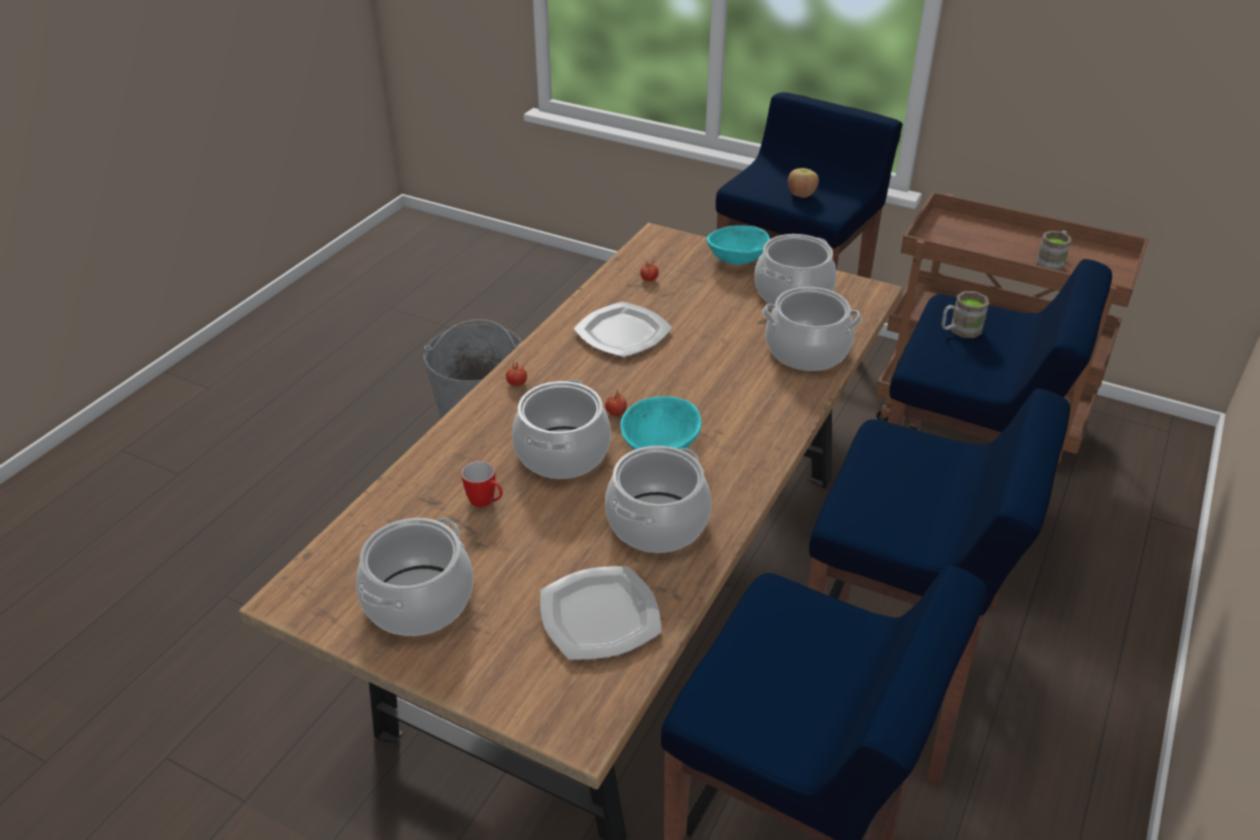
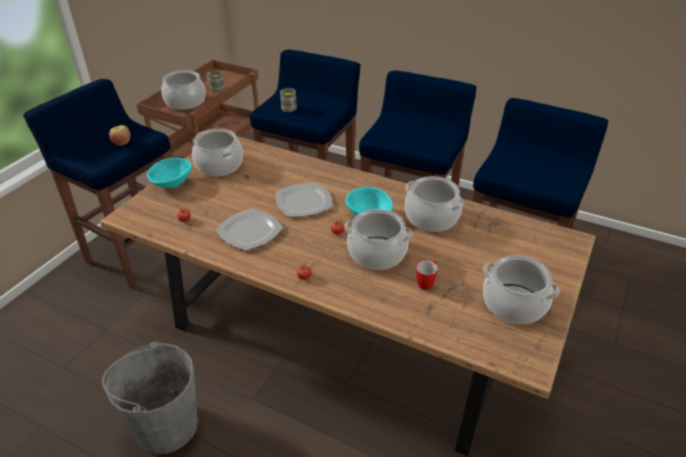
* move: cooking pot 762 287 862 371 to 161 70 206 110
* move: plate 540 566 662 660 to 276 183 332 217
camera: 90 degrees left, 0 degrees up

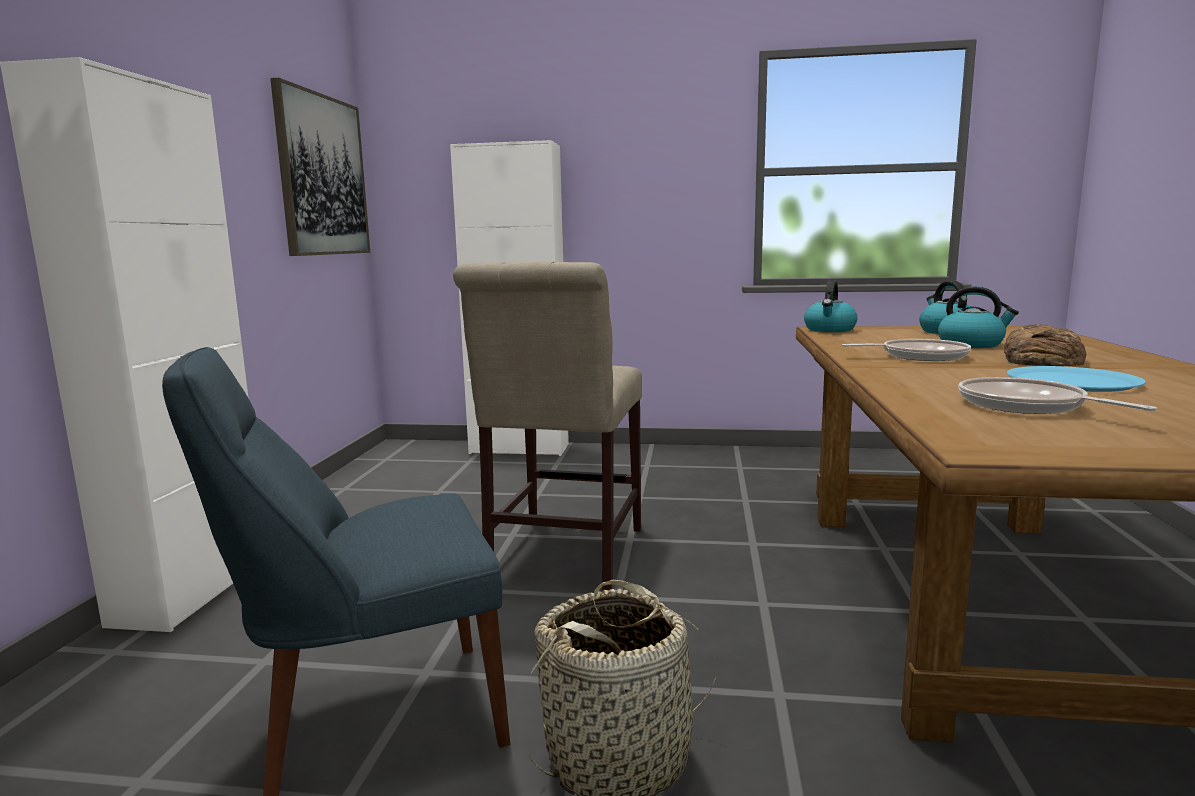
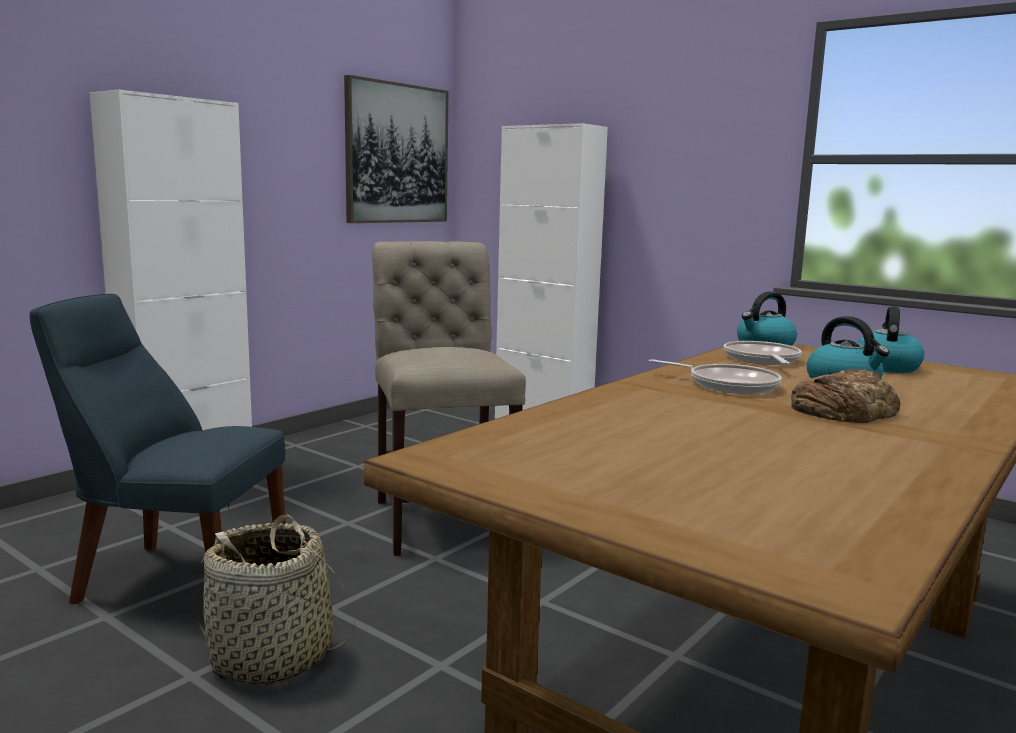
* rotate: chair/beige 453 261 642 590 = 372 241 526 556 120 degrees clockwise
* move: frying pan 958 377 1157 414 to 724 341 802 365
* delete: plate/blue 1007 366 1146 392
camera: 30 degrees right, 0 degrees up

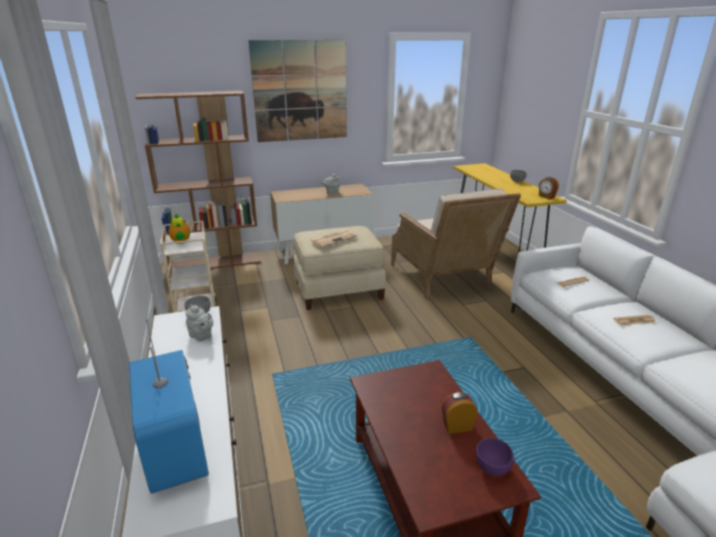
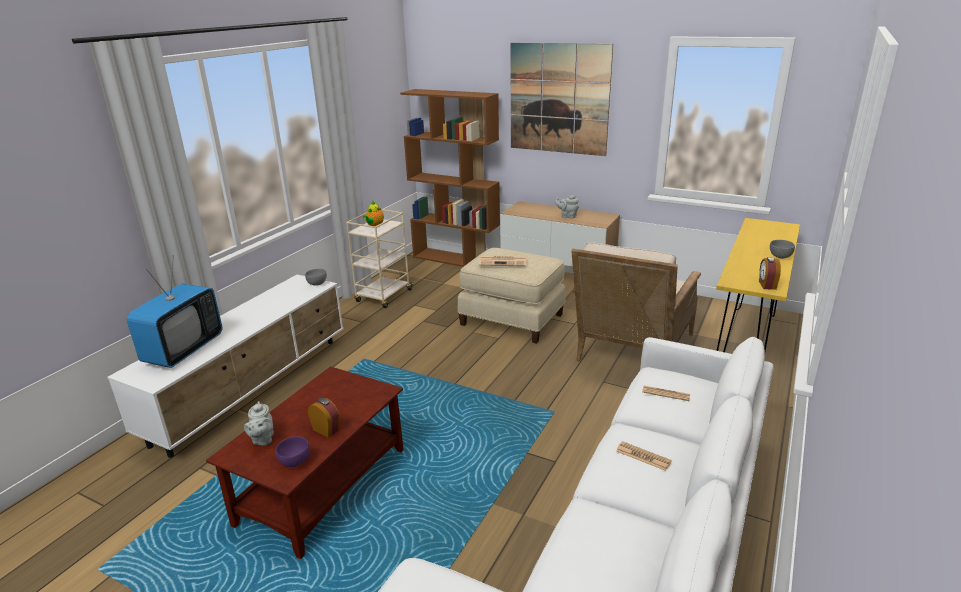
* move: teapot/grey 185 304 213 341 to 244 401 274 446
camera: 45 degrees right, 0 degrees up

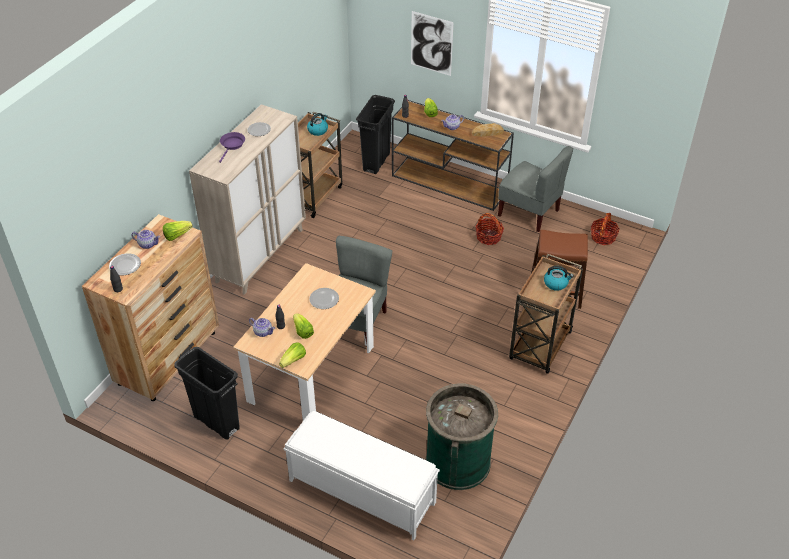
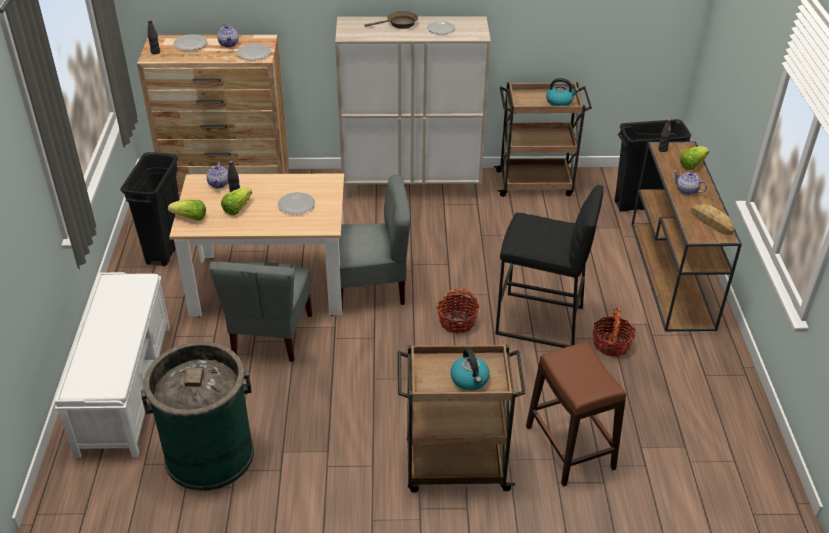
* move: chair/grey 498 146 573 232 to 209 261 312 362
* replace: lettuce 163 221 193 241 to plate 237 44 271 60
* recolor: frying pan/purple 219 132 245 163 to frying pan/brown 365 11 418 29
* move: basket 591 213 620 245 to 436 289 479 334
* insert: stool/black 495 185 603 348
* delete: picture 411 11 454 76
camera: 60 degrees right, 5 degrees down

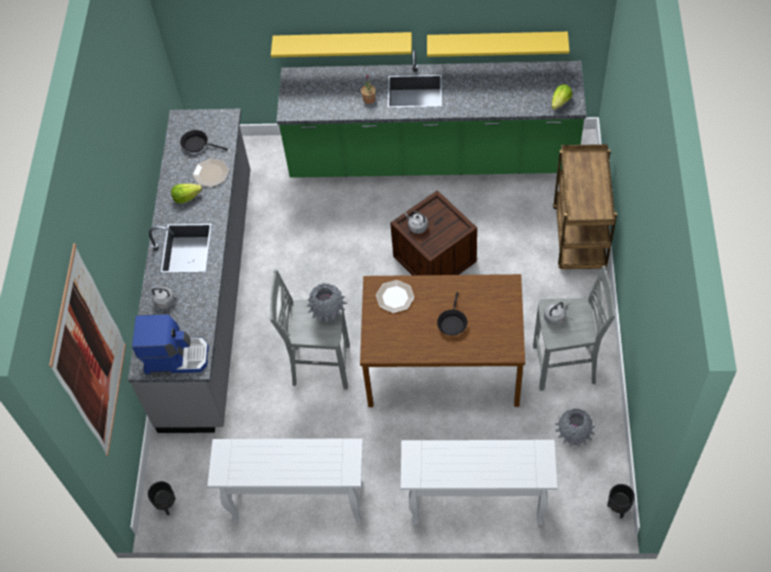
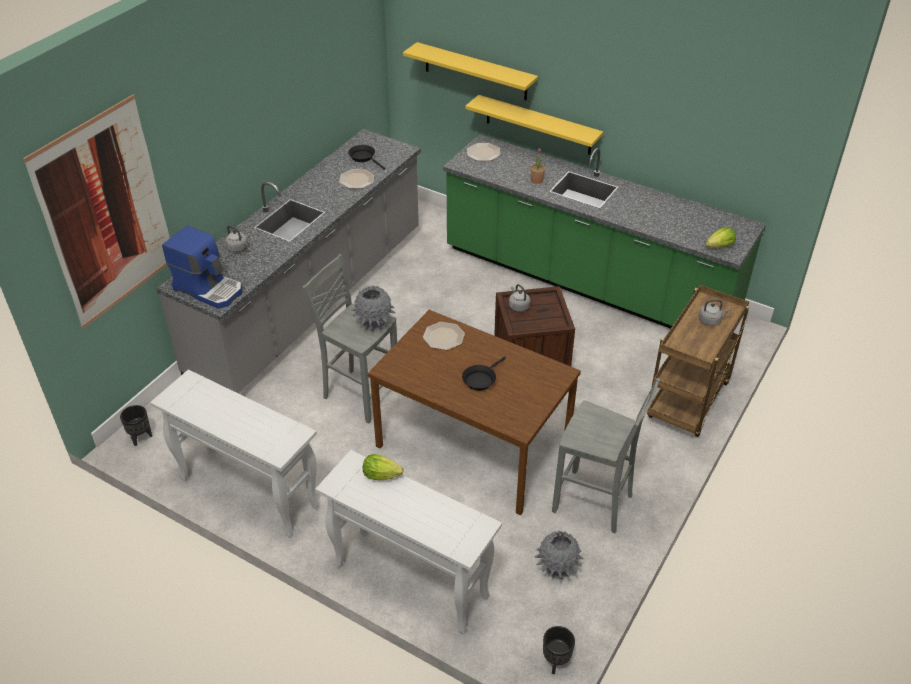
* move: lettuce 171 184 202 204 to 363 454 403 480
* move: shelf/yellow 427 32 569 57 to 403 42 538 100
* insert: plate 467 143 500 161
* move: kettle/grey 544 302 570 325 to 699 299 730 326
camera: 25 degrees right, 15 degrees down

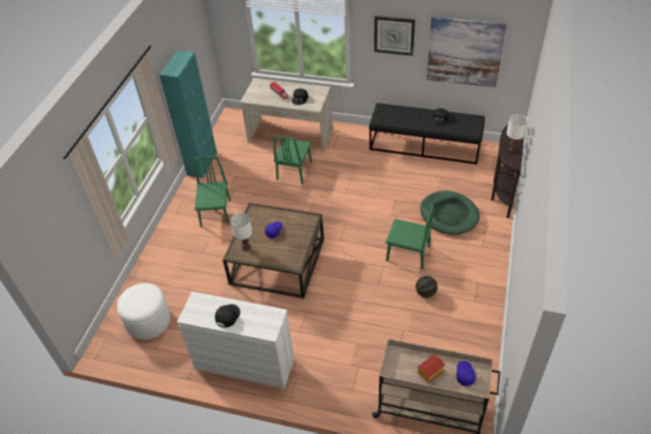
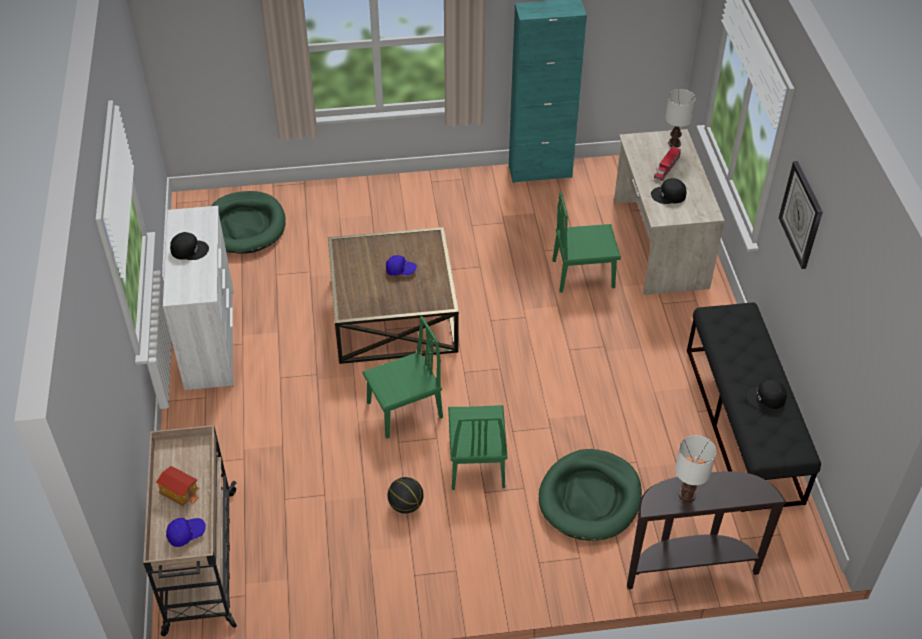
* replace: ottoman/white 117 283 171 340 to dog bed/green 211 191 286 253
* move: chair/green 195 156 231 227 to 363 316 443 439
* move: table lamp/white 231 213 252 251 to 665 89 696 148
* delete: picture 427 17 507 88
camera: 65 degrees right, 0 degrees up

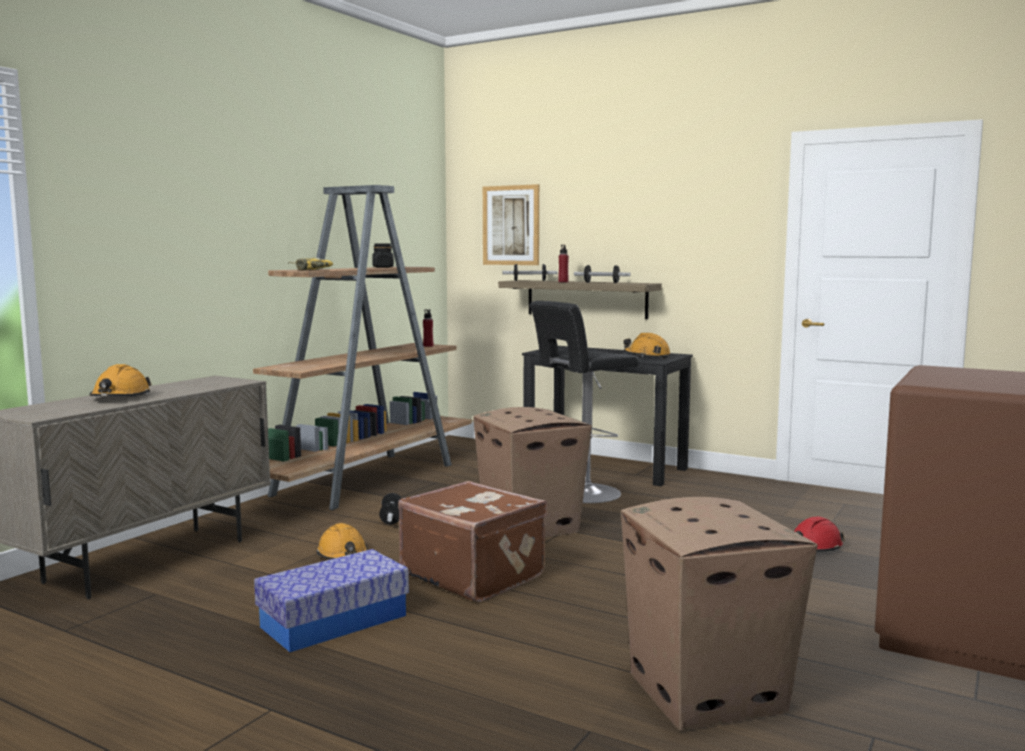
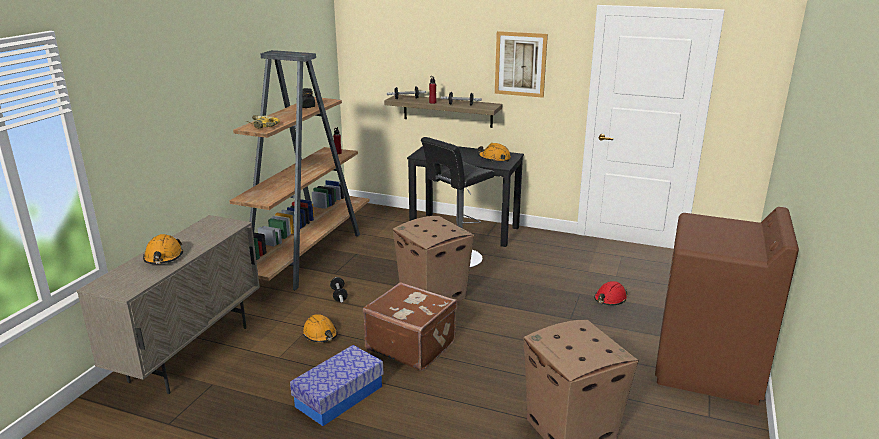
* move: picture 483 184 539 265 to 495 31 548 98
camera: 10 degrees left, 15 degrees up

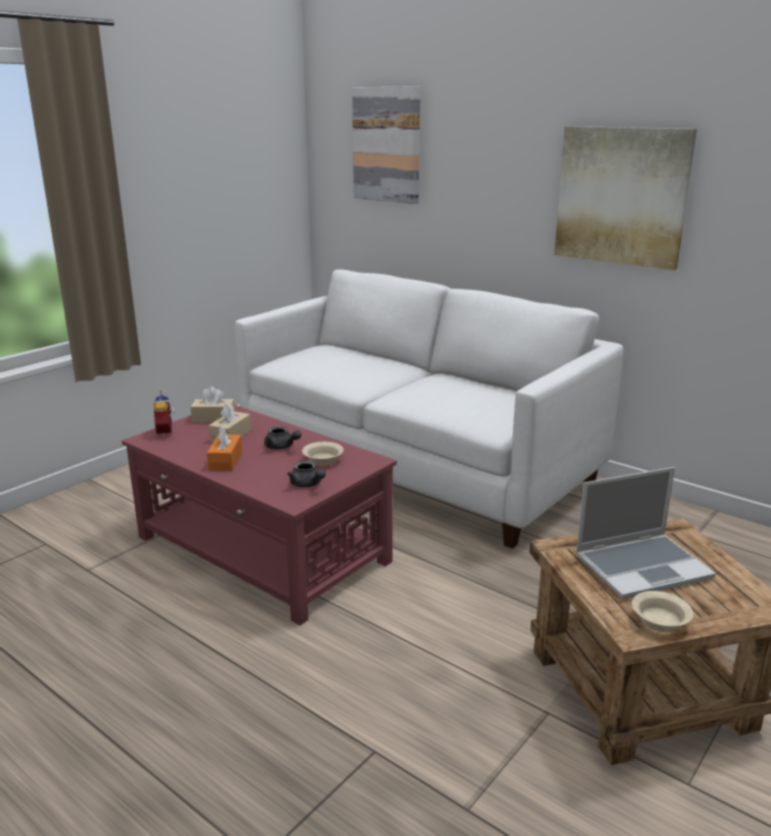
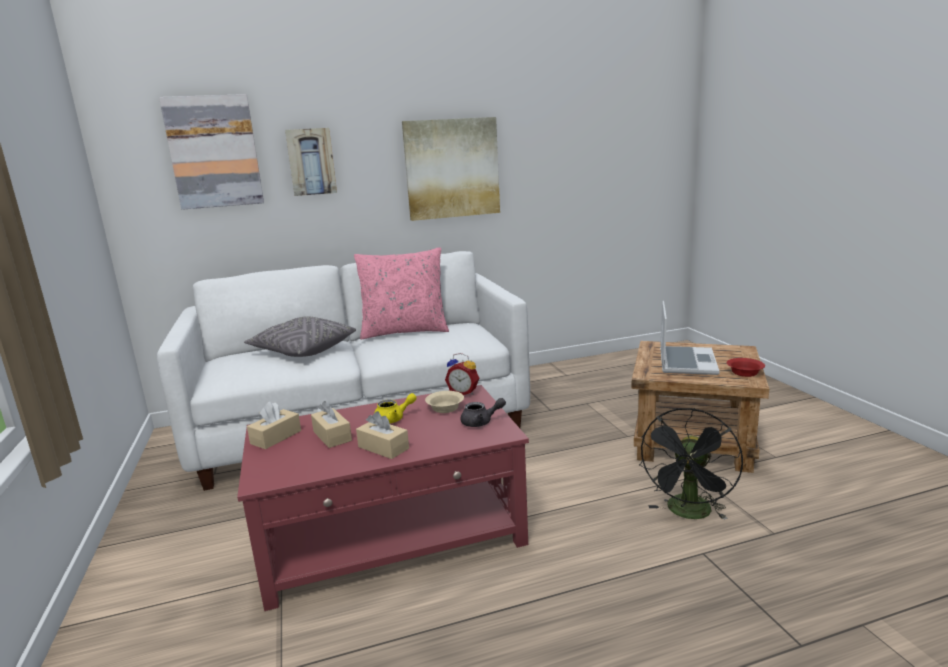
* insert: pillow/grey 244 316 356 357
* insert: picture 285 128 337 196
* insert: pillow/pink 354 247 449 339
* recolor: tissue box/orange 207 426 242 471 to tissue box/beige 356 411 409 459
* recolor: teapot/grey 264 426 302 450 to teapot/yellow 374 393 417 424
* move: alarm clock 153 391 175 437 to 445 353 479 395
* insert: fan/black 639 408 743 520
* recolor: bowl/beige 632 591 693 632 to bowl/red 727 358 765 377
camera: 55 degrees left, 5 degrees down

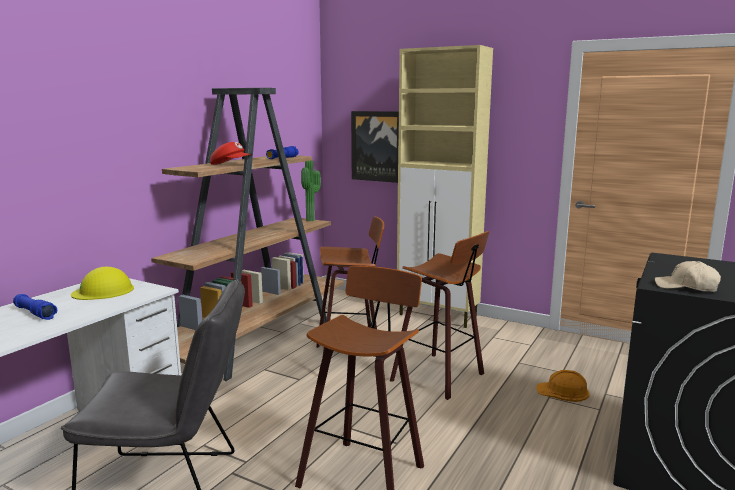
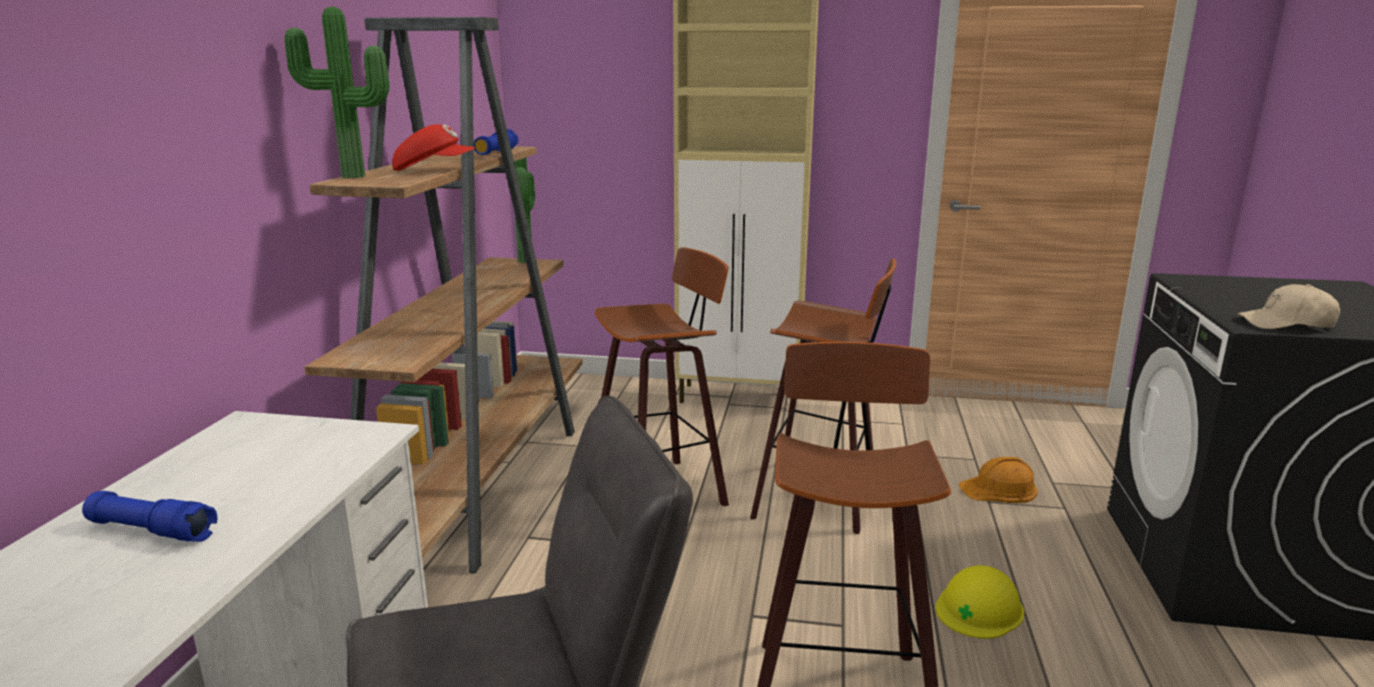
* insert: potted plant 284 7 389 178
* move: hard hat/yellow 71 267 134 300 to 935 565 1024 639
* delete: picture 351 111 399 183
camera: 20 degrees left, 5 degrees up

